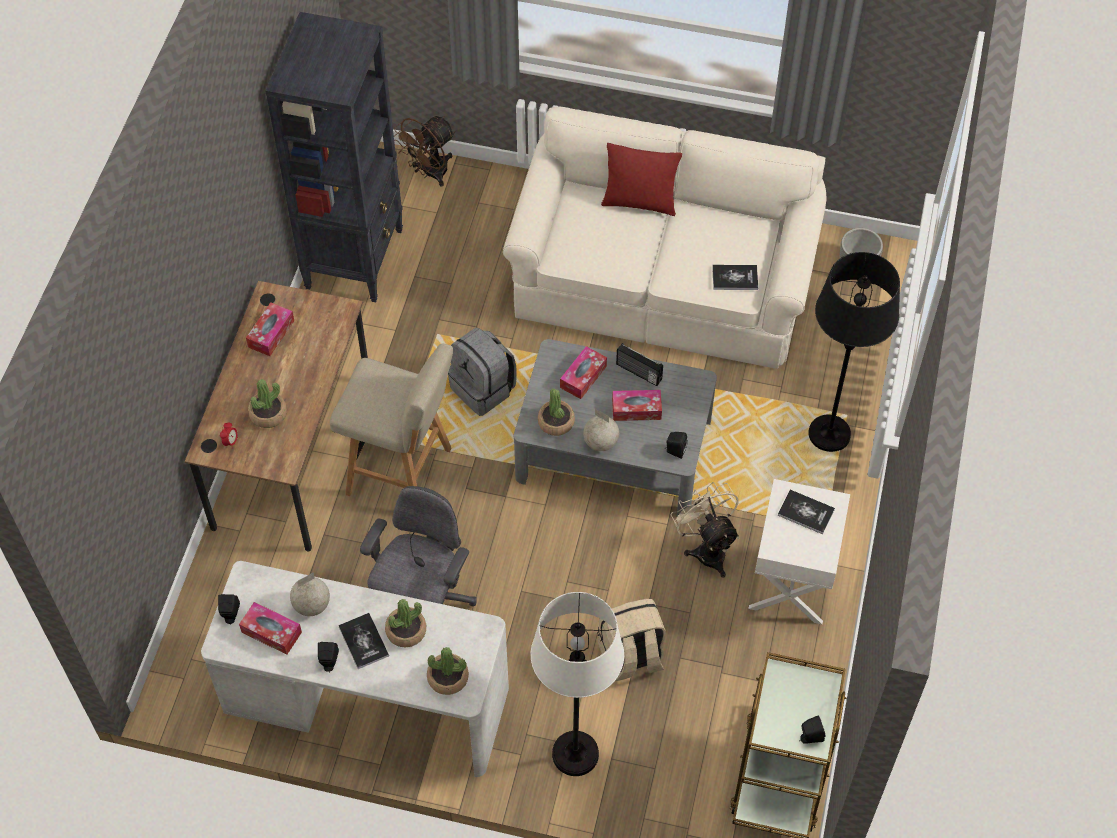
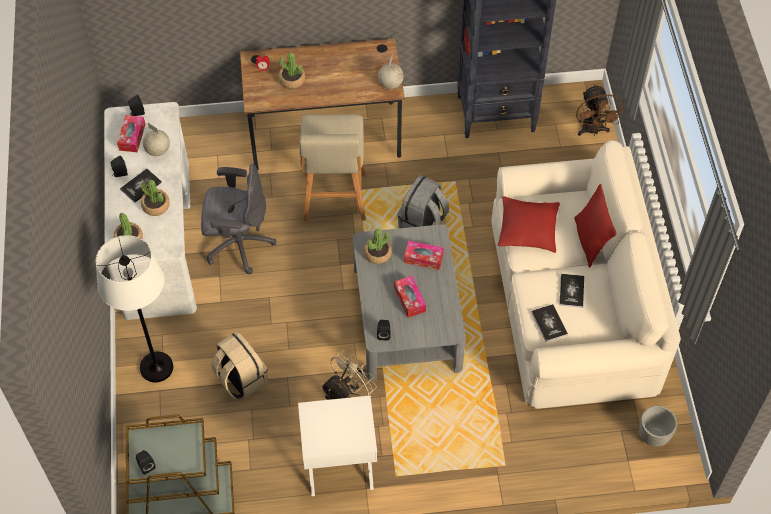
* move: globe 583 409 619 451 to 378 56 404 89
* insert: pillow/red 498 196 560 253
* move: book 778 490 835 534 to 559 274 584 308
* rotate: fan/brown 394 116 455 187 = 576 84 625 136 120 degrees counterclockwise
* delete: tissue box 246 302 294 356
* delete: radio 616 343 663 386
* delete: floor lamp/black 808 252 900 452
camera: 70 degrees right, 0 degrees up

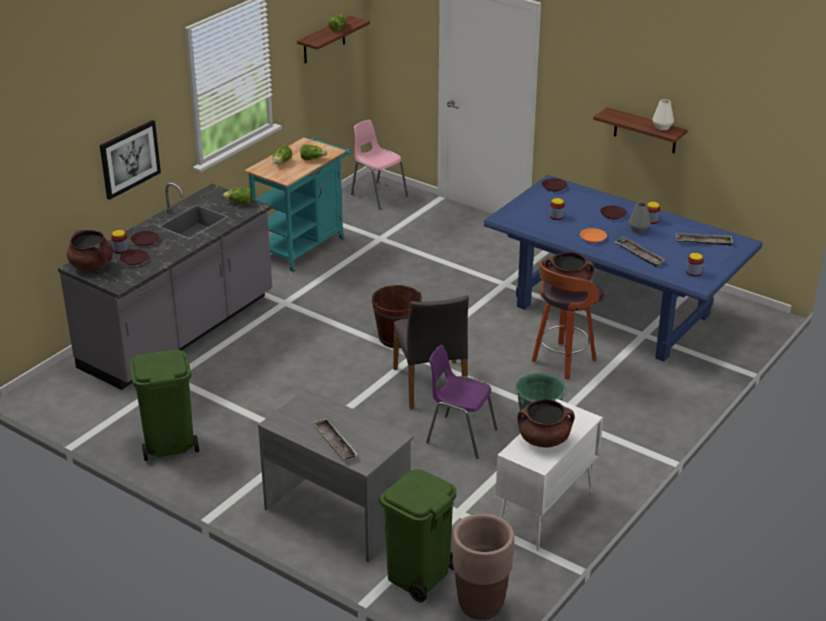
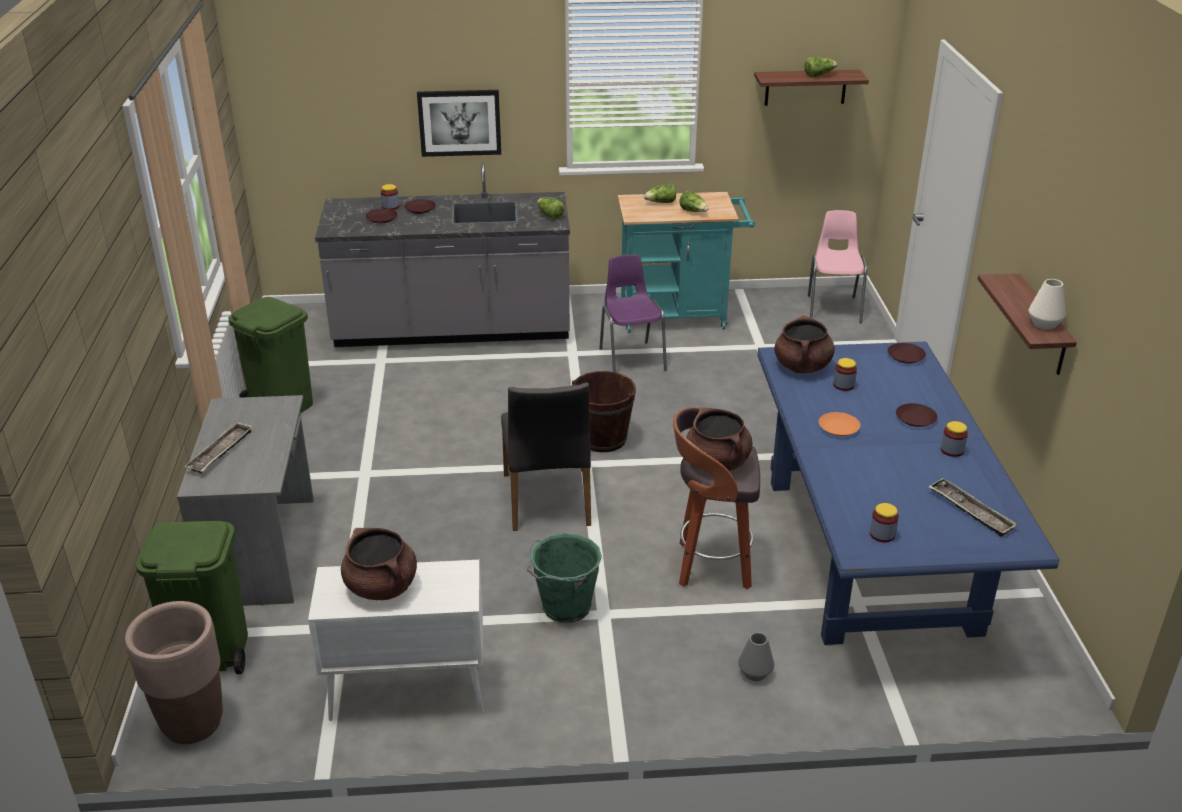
* rotate: chair/grey 393 295 469 409 = 501 382 591 531 45 degrees counterclockwise
* move: chair/purple 426 345 498 459 to 599 254 667 372
* move: vase/grey 629 202 651 233 to 738 632 774 681
* move: cooking pot/brown 67 230 113 271 to 774 315 835 373
* delete: tray 615 237 666 267
camera: 50 degrees right, 0 degrees up

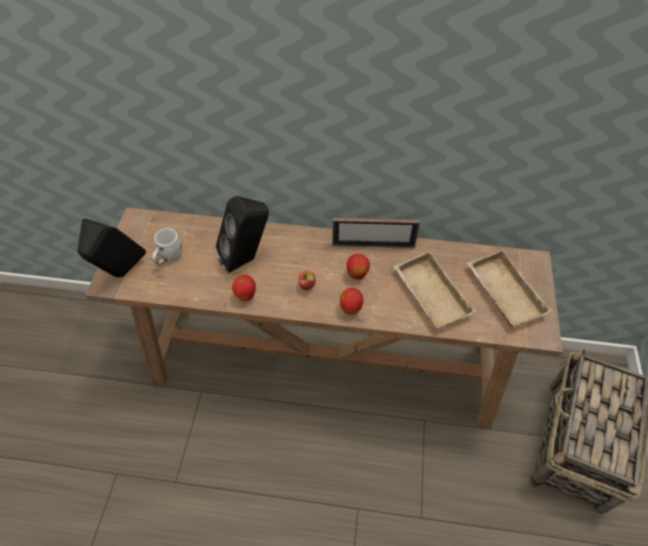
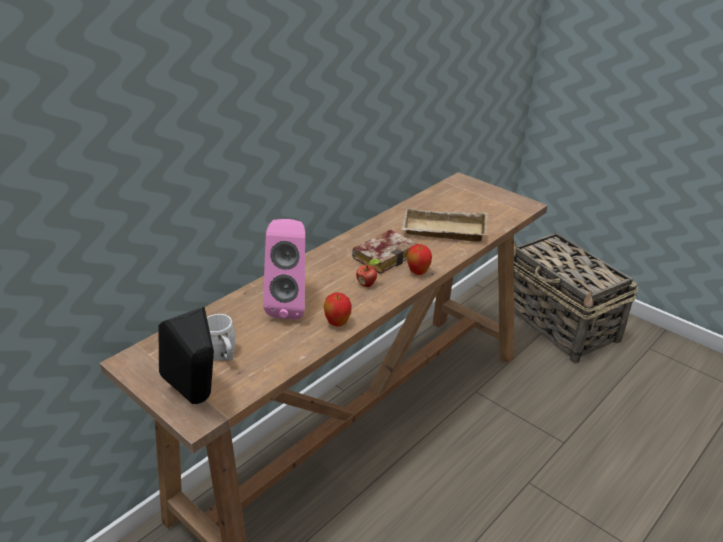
* recolor: speaker/black 216 196 269 273 to speaker/pink 263 219 305 320
* replace: apple 346 254 370 280 to book 352 230 418 274
* delete: picture frame 332 218 420 248
* delete: tray/beige 467 250 552 327
camera: 55 degrees left, 20 degrees down

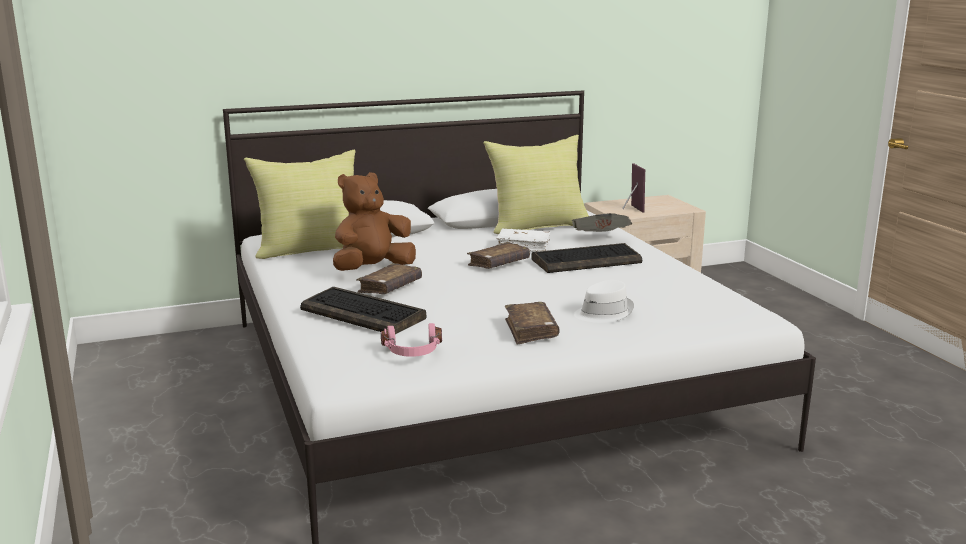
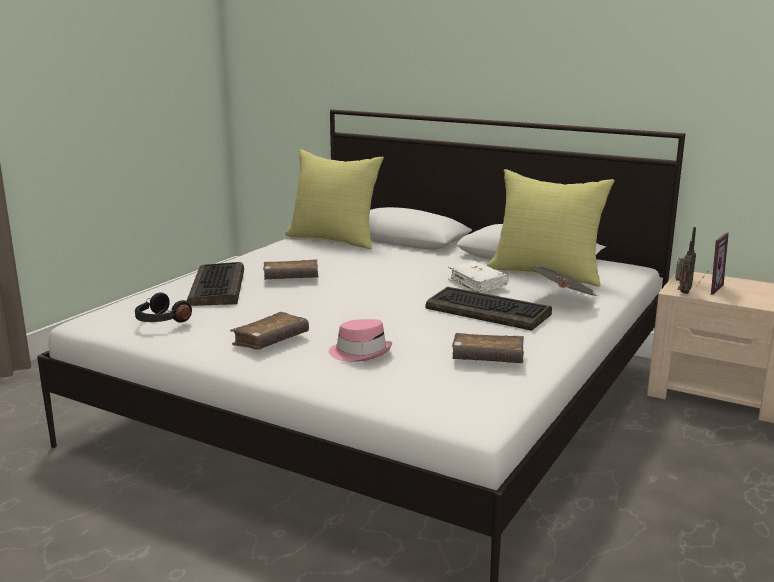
* recolor: headphones/pink 381 323 442 357 to headphones/black 135 292 192 323
* recolor: hat/white 574 280 634 323 to hat/pink 329 319 392 362
* move: book/brown 467 242 530 269 to 452 333 524 363
* insert: radio 675 227 696 294
* delete: plush toy/brown 333 172 416 271
camera: 50 degrees right, 0 degrees up

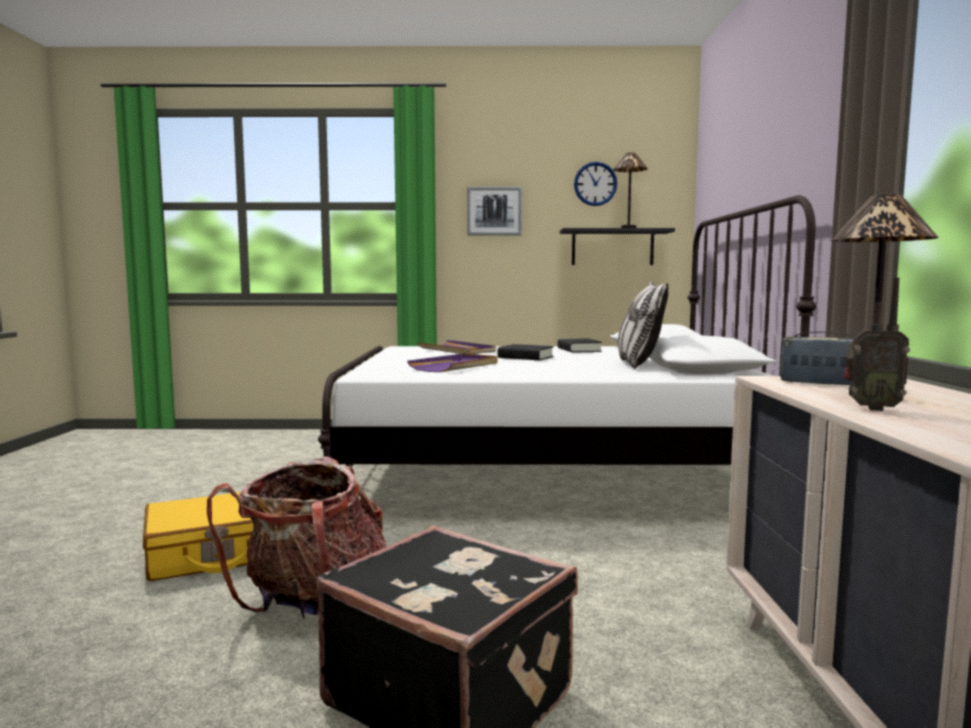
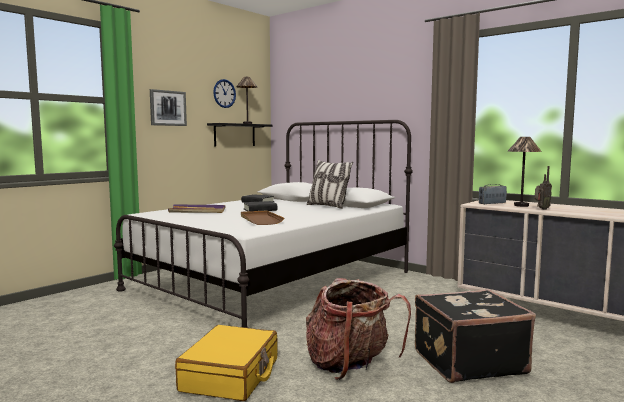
* recolor: tray/purple 407 354 498 372 to tray/brown 241 210 284 225
camera: 50 degrees left, 0 degrees up

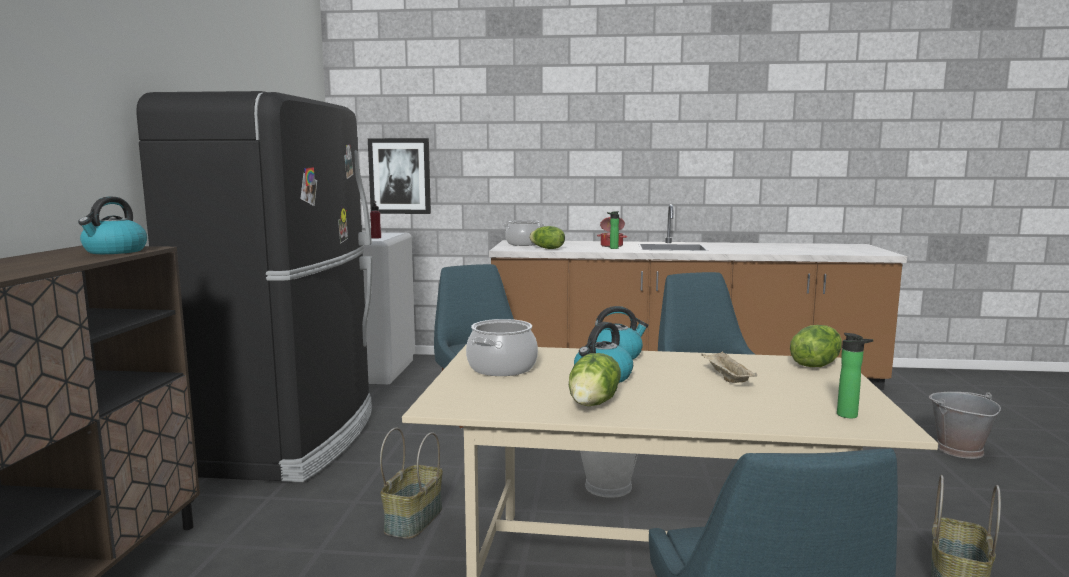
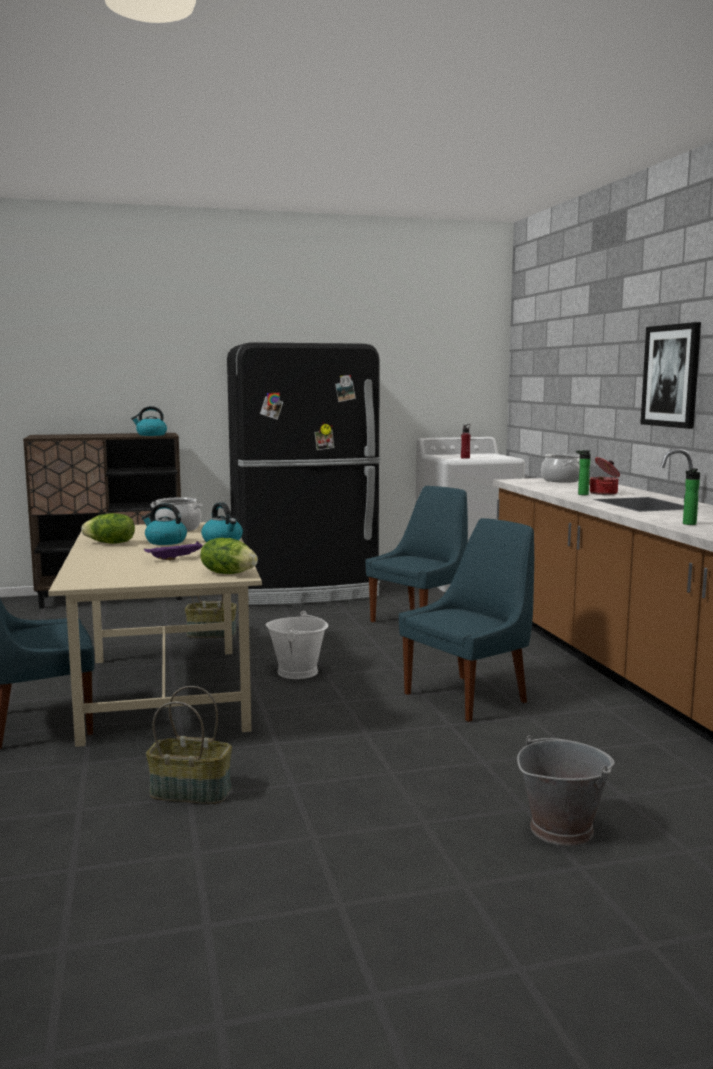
* recolor: tray/beige 701 351 757 383 to tray/purple 144 541 203 560
* move: picture 368 138 431 214 to 640 322 701 429
* move: bottle 837 333 873 418 to 683 468 700 525
* delete: lettuce 529 226 565 249
camera: 70 degrees right, 0 degrees up

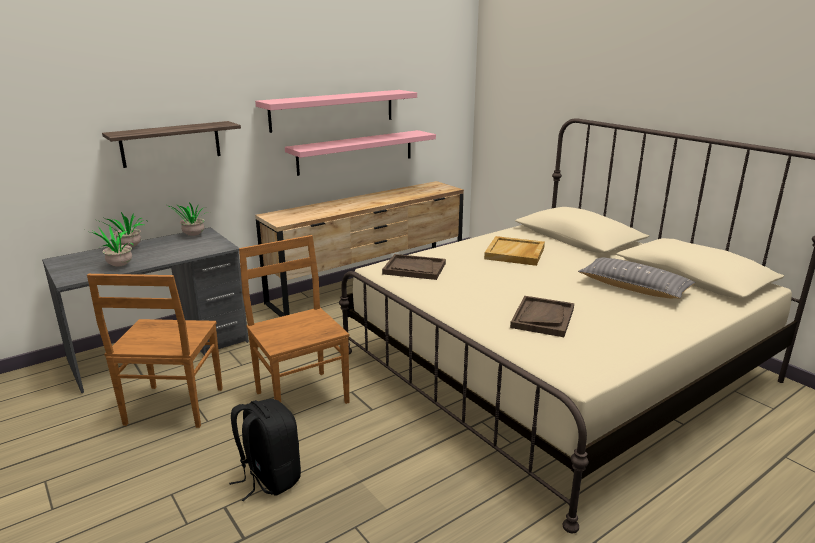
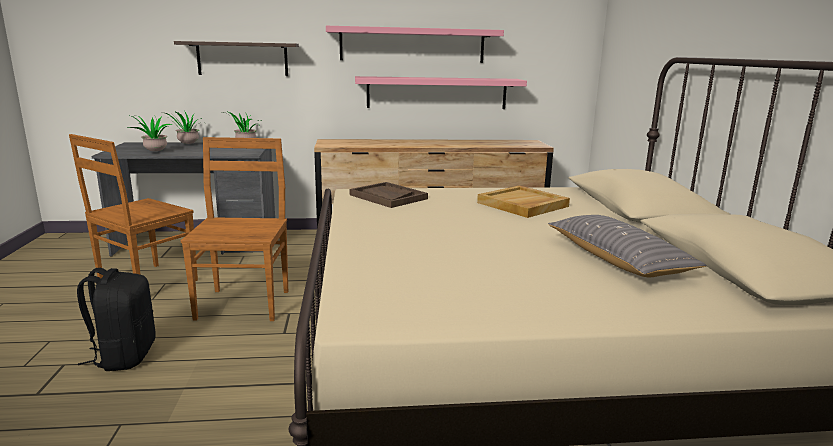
* delete: tray/brown 510 296 574 337
camera: 30 degrees right, 5 degrees down

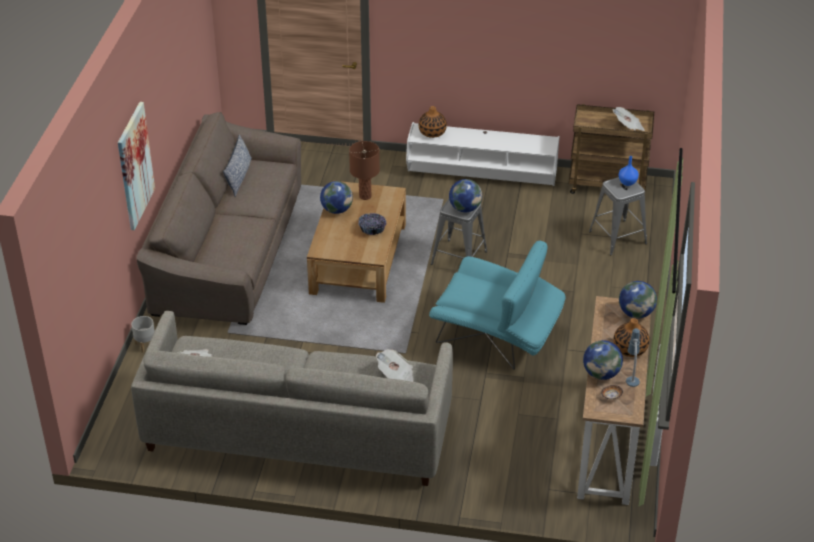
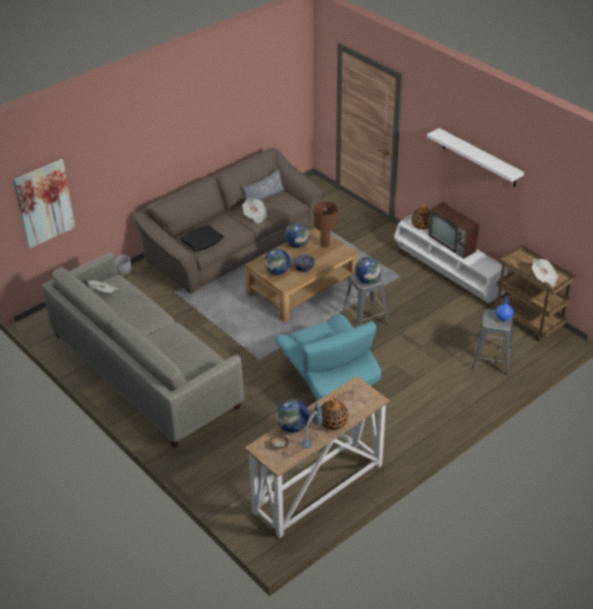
* move: picture 118 102 155 230 to 13 159 75 249
* insert: pillow/black 180 225 224 251
* move: newspaper 376 349 413 382 to 242 198 268 224
* move: globe 619 281 657 318 to 264 249 290 275
* insert: shelf/white 427 128 524 187
* insert: television 428 202 479 259
camera: 40 degrees right, 0 degrees up

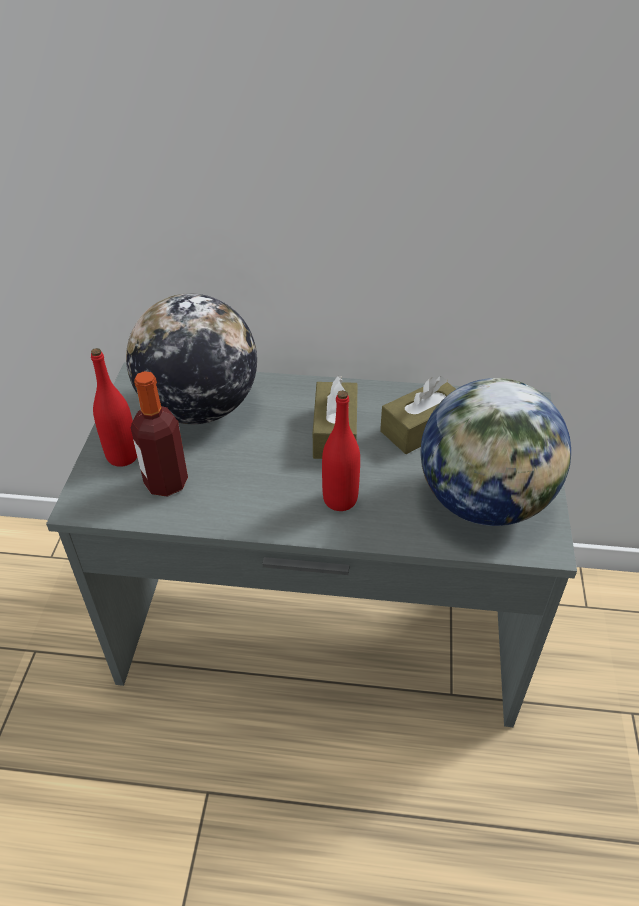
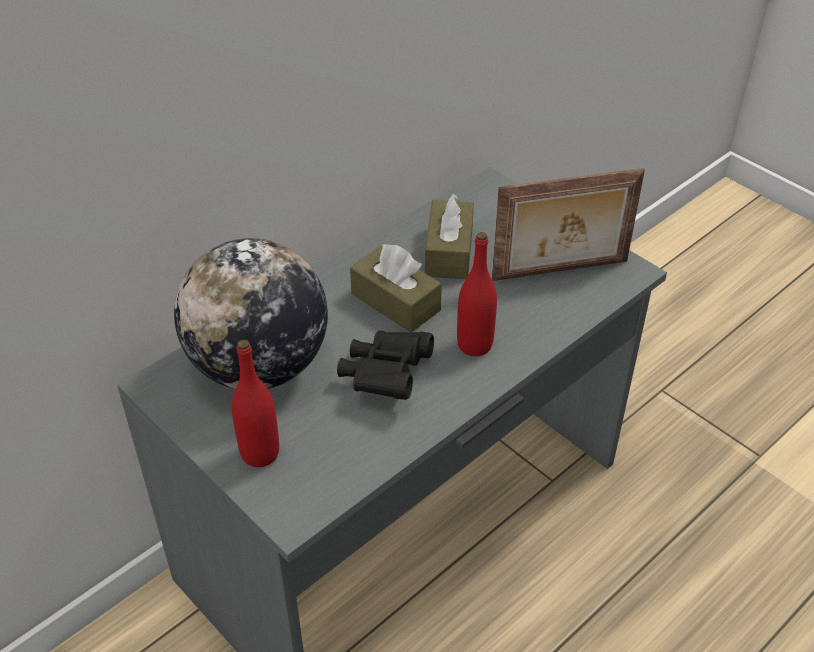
* insert: binoculars/black 337 331 434 400
* replace: globe 420 378 571 526 to picture frame 492 168 645 281
* delete: bottle 131 371 188 497
camera: 50 degrees left, 0 degrees up

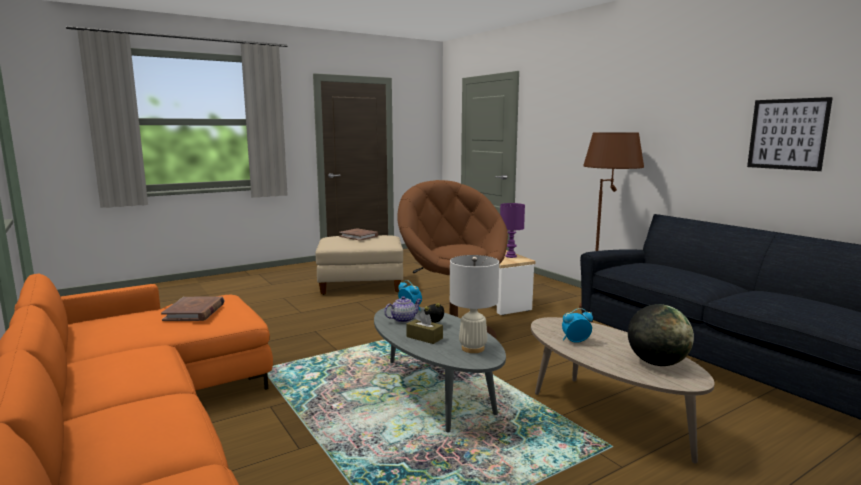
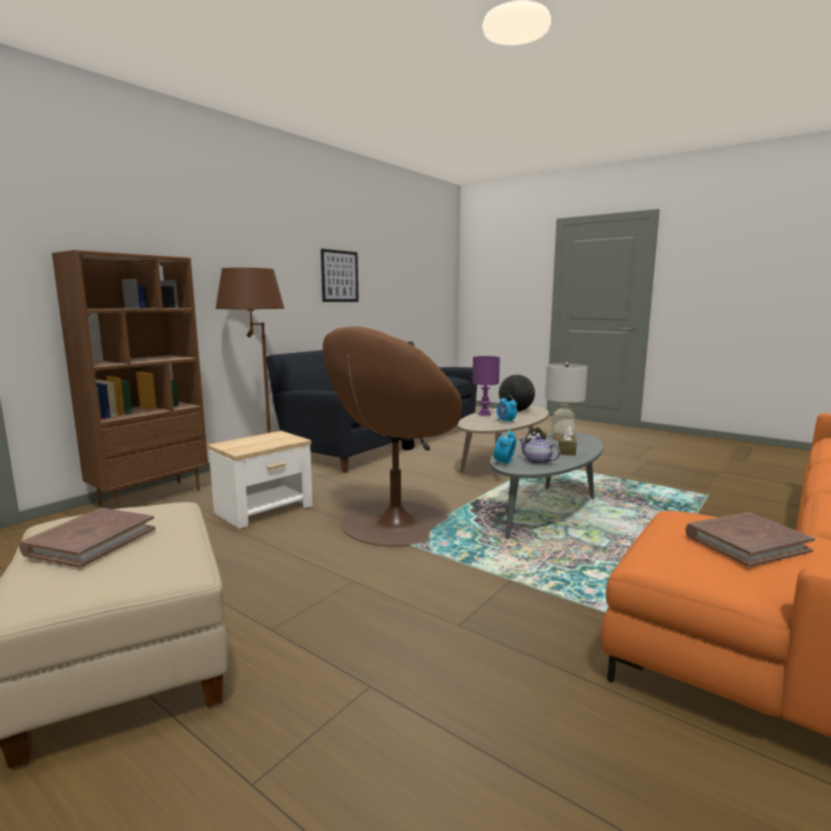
* insert: bookcase/brown 52 250 208 509
* move: table lamp/purple 500 203 525 258 to 472 356 500 416
camera: 110 degrees left, 0 degrees up

